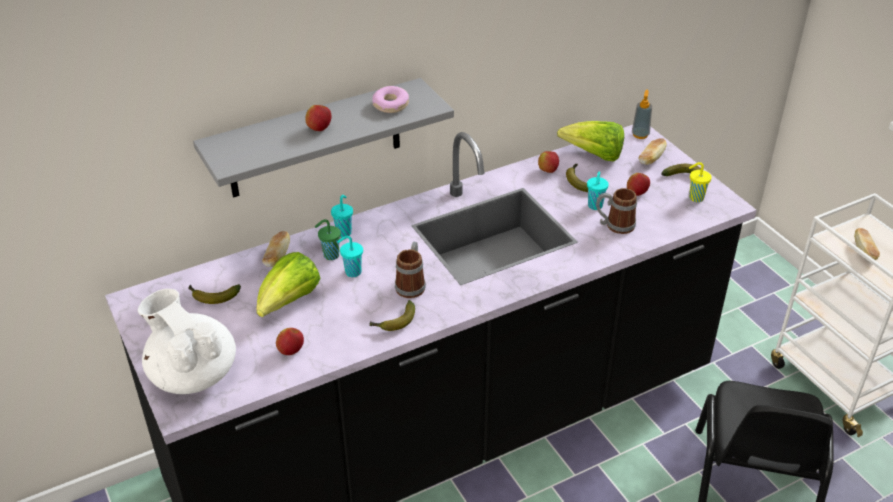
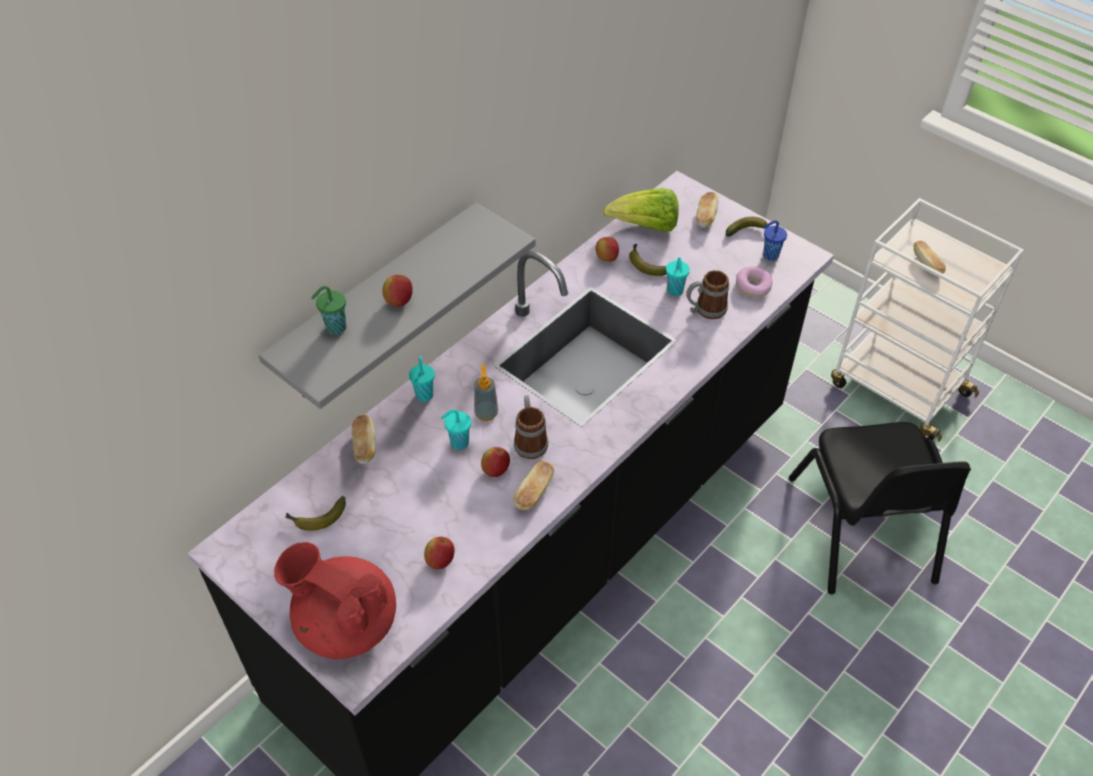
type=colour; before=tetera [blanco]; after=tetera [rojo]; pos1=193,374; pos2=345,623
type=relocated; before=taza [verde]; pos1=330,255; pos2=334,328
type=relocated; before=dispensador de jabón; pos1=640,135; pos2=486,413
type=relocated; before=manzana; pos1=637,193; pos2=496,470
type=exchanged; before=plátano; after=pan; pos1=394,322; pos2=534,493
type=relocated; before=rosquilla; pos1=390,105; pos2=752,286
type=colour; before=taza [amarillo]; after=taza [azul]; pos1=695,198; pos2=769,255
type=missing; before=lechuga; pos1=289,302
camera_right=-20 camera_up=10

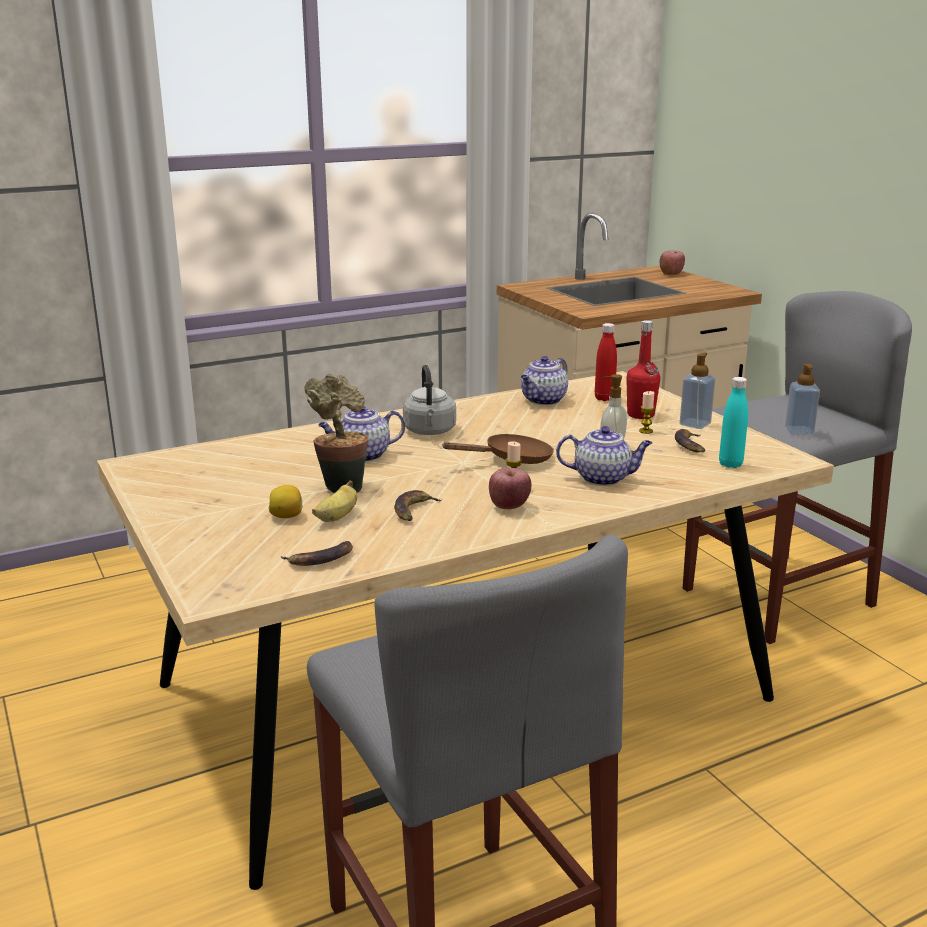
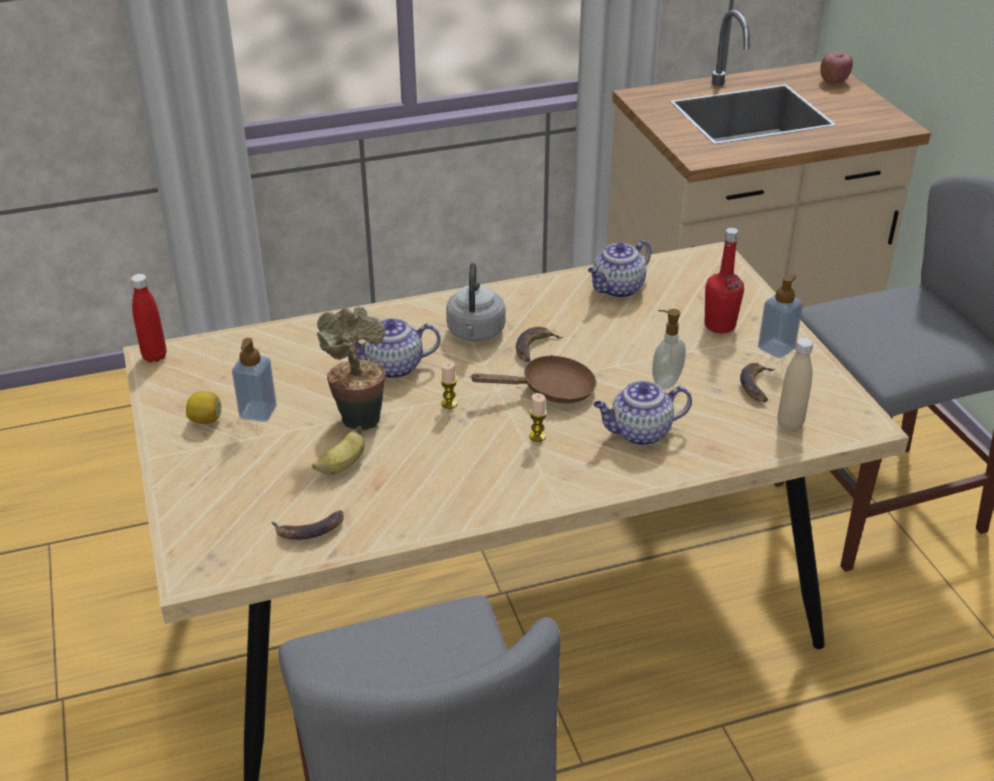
type=relocated; before=botella [rojo]; pos1=604,398; pos2=154,356
type=relocated; before=limón; pos1=287,516; pos2=206,420
type=relocated; before=dispensador de jabón; pos1=799,431; pos2=258,412
type=relocated; before=vela; pos1=646,431; pos2=449,403
type=relocated; before=plátano; pos1=414,510; pos2=534,348
type=spun; before=tetera; pos1=603,478; pos2=639,433; turn=150
type=colour; before=botella [turquesa]; after=botella [beis]; pos1=730,464; pos2=790,424
type=missing; before=manzana; pos1=509,506
camera_right=10 camera_up=15

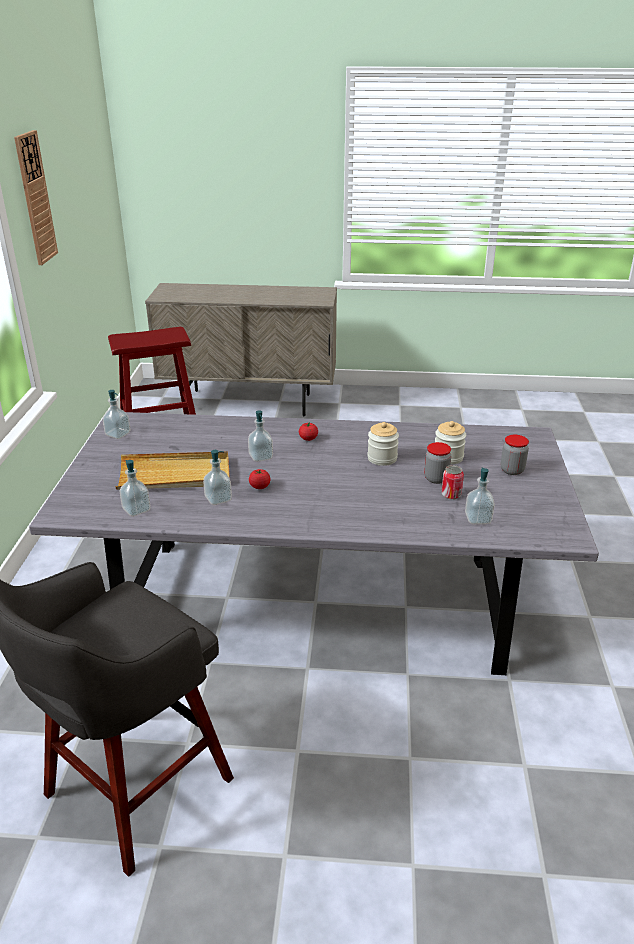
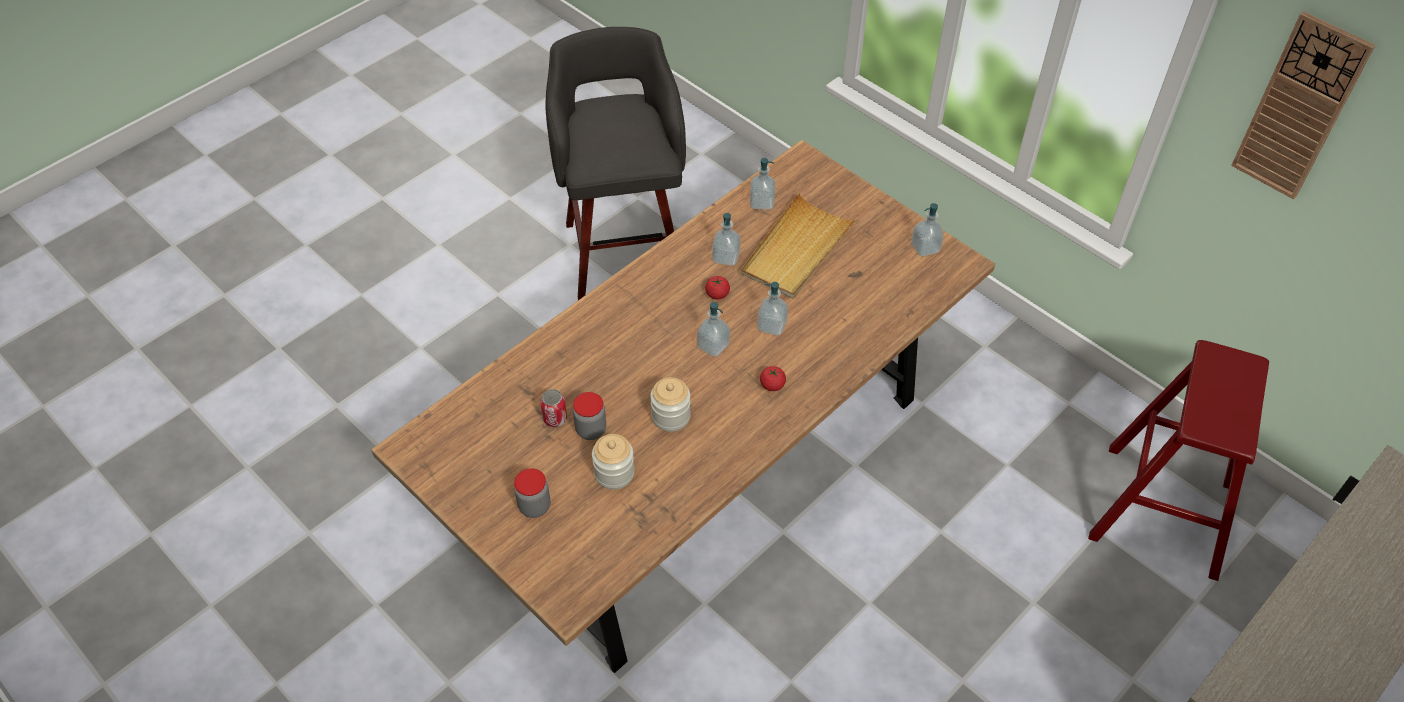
type=colour; before=mesa de comedor [gris]; after=mesa de comedor [marrón]; pos1=316,603; pos2=701,465
type=relocated; before=dispensador de jabón; pos1=478,519; pos2=713,346
camera_right=130 camera_up=20

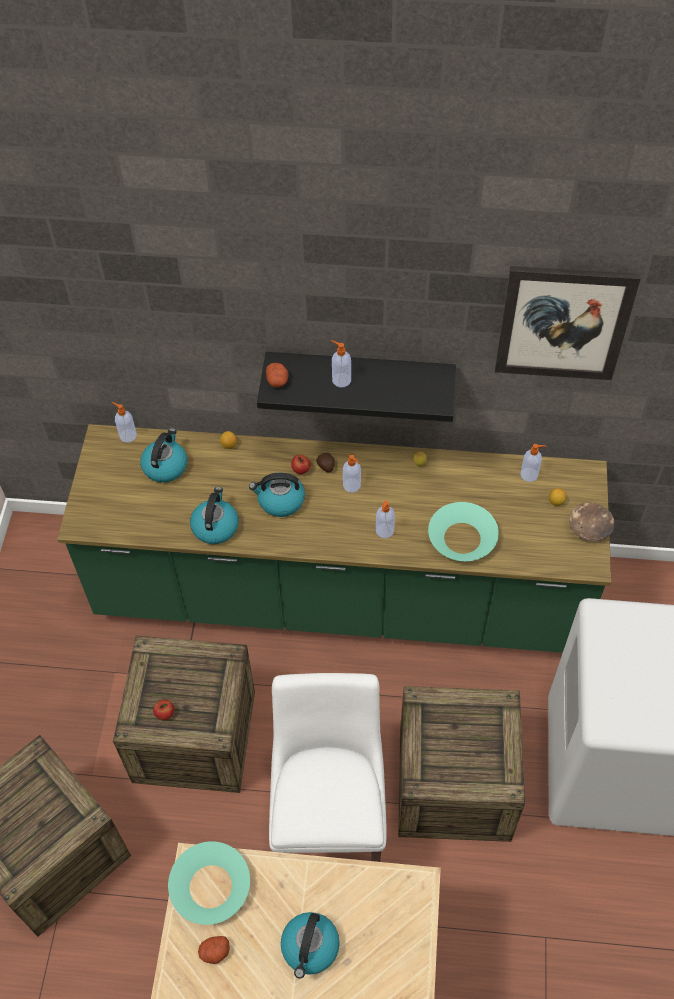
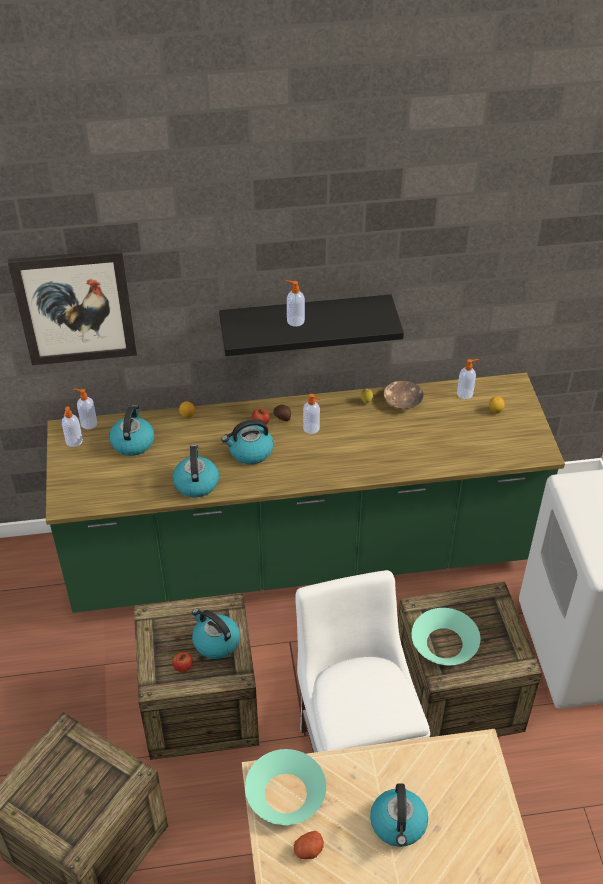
type=relocated; before=cuadro; pos1=563,323; pos2=75,307
type=relocated; before=dispensador de jabón; pos1=384,531; pos2=74,441
type=appeared; after=hervidor; pos2=215,642
type=relocated; before=cuenco [marrón]; pos1=590,526; pos2=402,401
type=relocated; before=cuenco [turquesa]; pos1=462,537; pos2=444,642
type=missing; before=patata; pos1=277,381
camera_right=-15 camera_up=-10

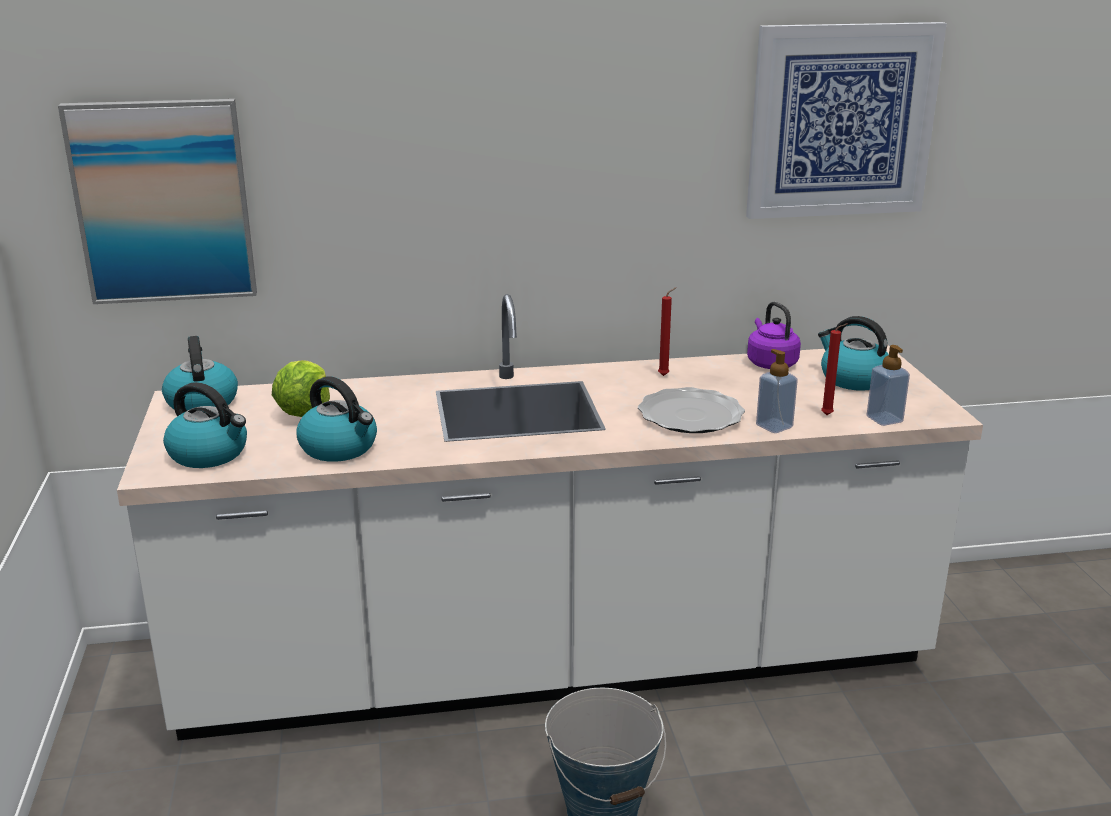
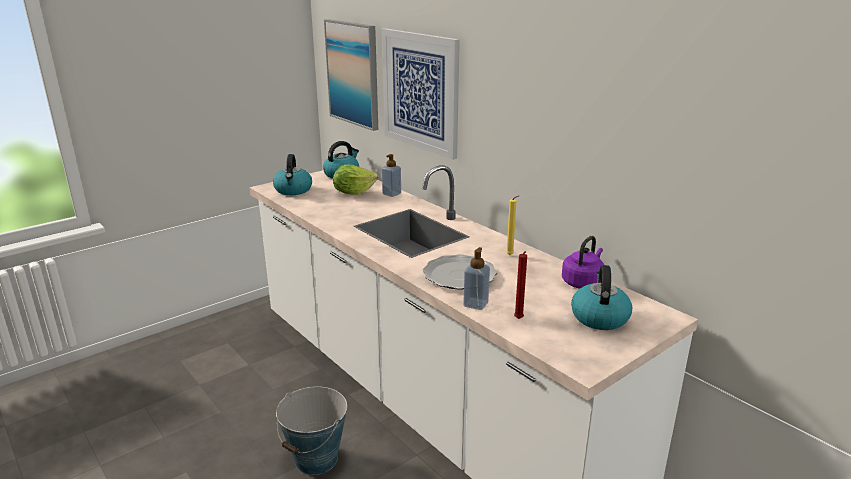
type=relocated; before=cuadro; pos1=842,121; pos2=420,91
type=relocated; before=dispensador de jabón; pos1=884,419; pos2=391,194
type=colour; before=vela [rojo]; after=vela [amarillo]; pos1=665,375; pos2=510,255
type=missing; before=hervidor; pos1=340,448
camera_right=60 camera_up=0

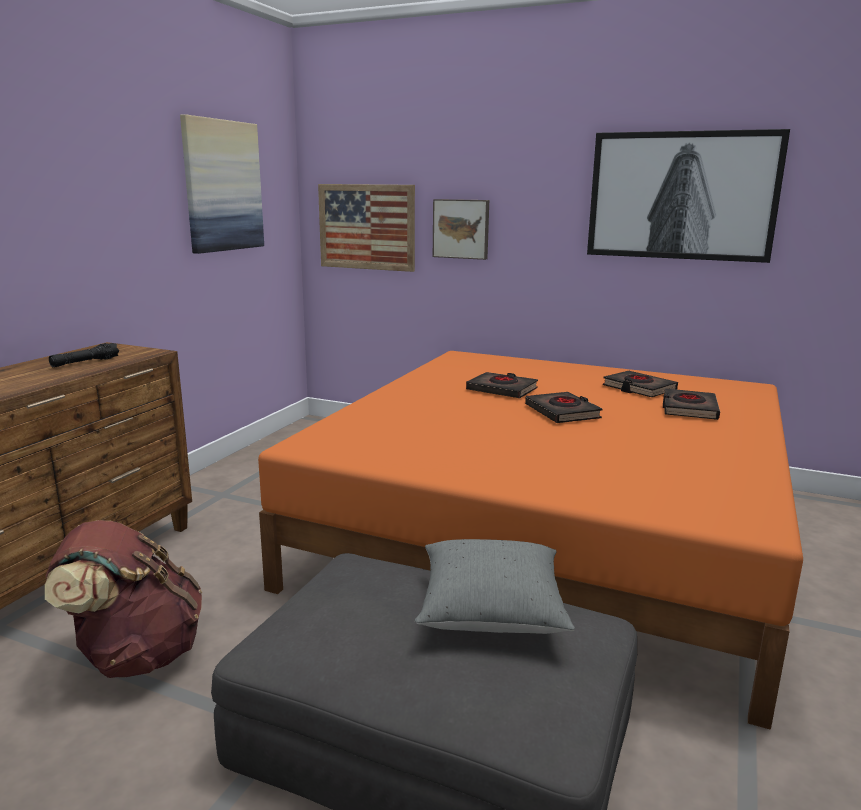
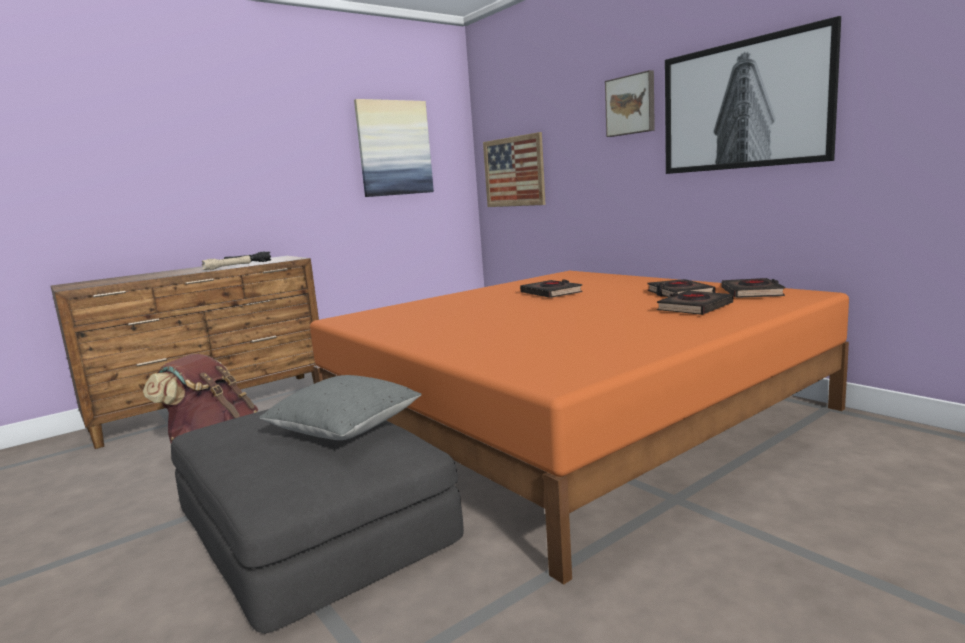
type=appeared; after=linterna [beis]; pos2=227,267
type=relocated; before=cuadro; pos1=461,229; pos2=631,105
type=relocated; before=libro [negro]; pos1=562,412; pos2=752,293
camera_right=30 camera_up=-5

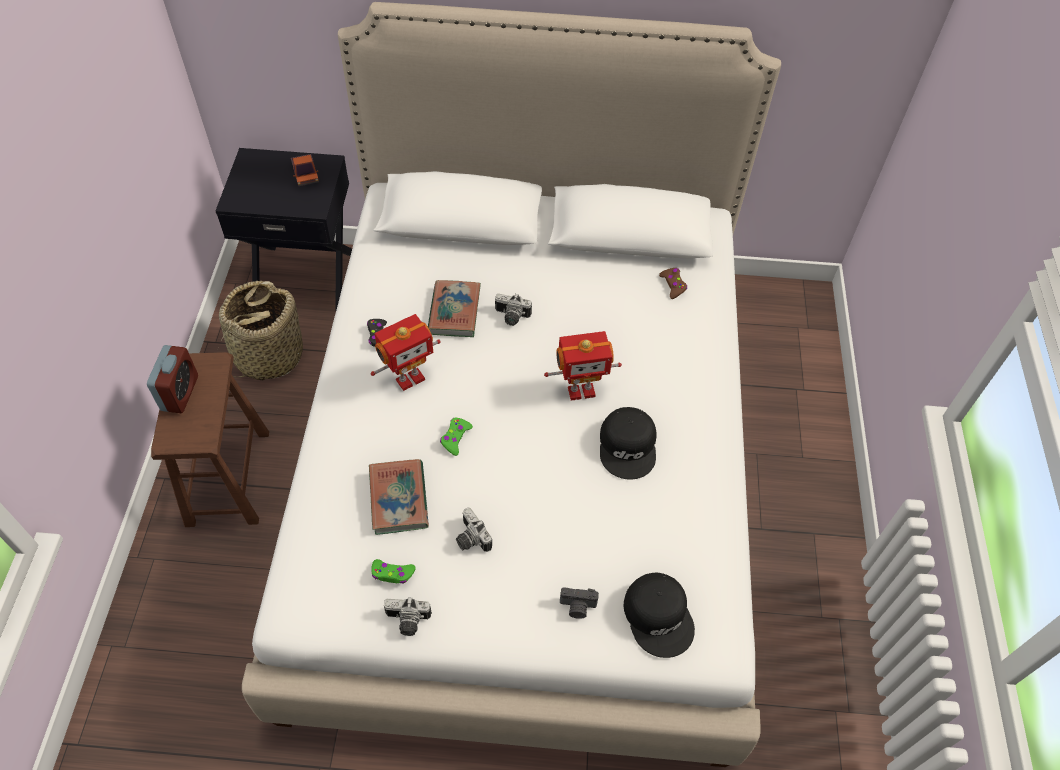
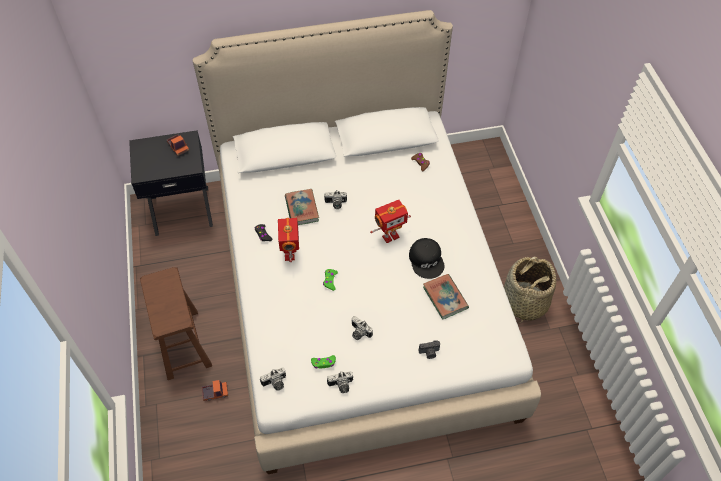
type=appeared; after=camión de juguete; pos2=215,393
type=appeared; after=cámara; pos2=275,384
type=spun; before=robot de juguete; pos1=409,378; pos2=290,254; turn=135
type=relocated; before=libro; pos1=399,499; pos2=445,298
type=relocated; before=cesta; pos1=268,355; pos2=524,302
type=missing; before=despertador; pos1=180,393
type=missing; before=gorra [negro]; pos1=659,616
camera_right=-15 camera_up=0

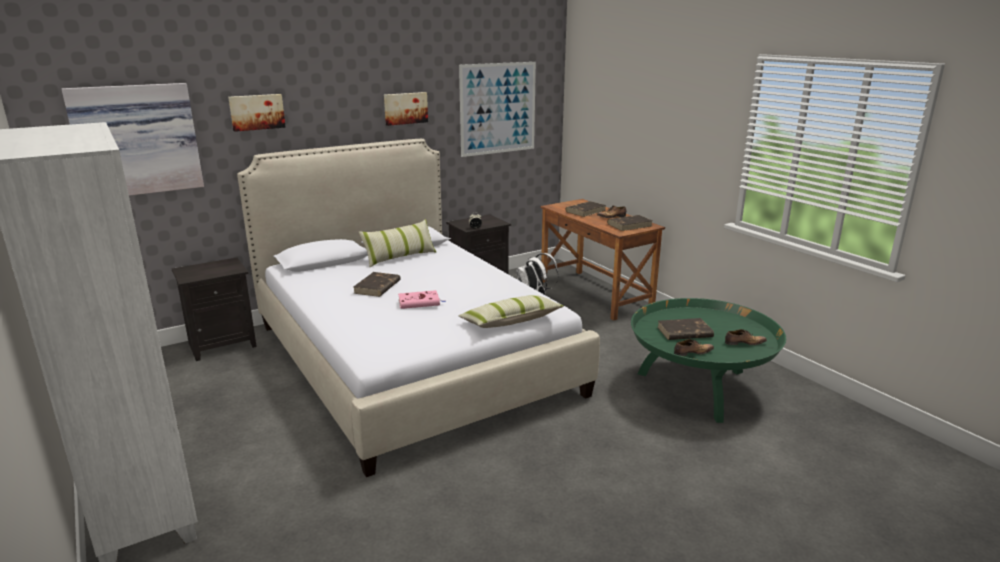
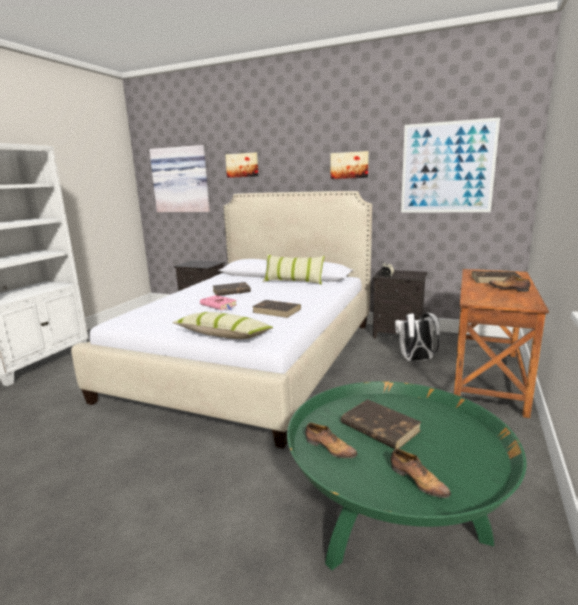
type=relocated; before=libro [marrón]; pos1=630,225; pos2=277,311
camera_right=55 camera_up=-5

